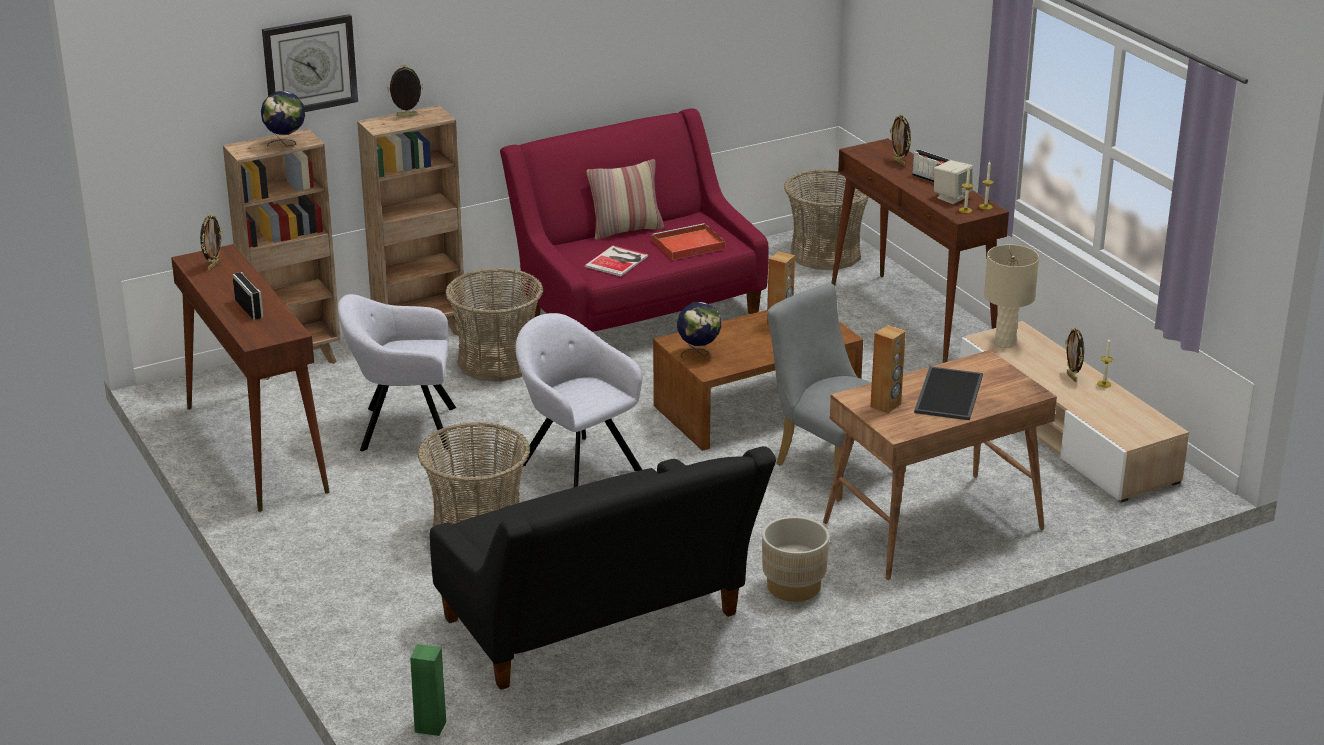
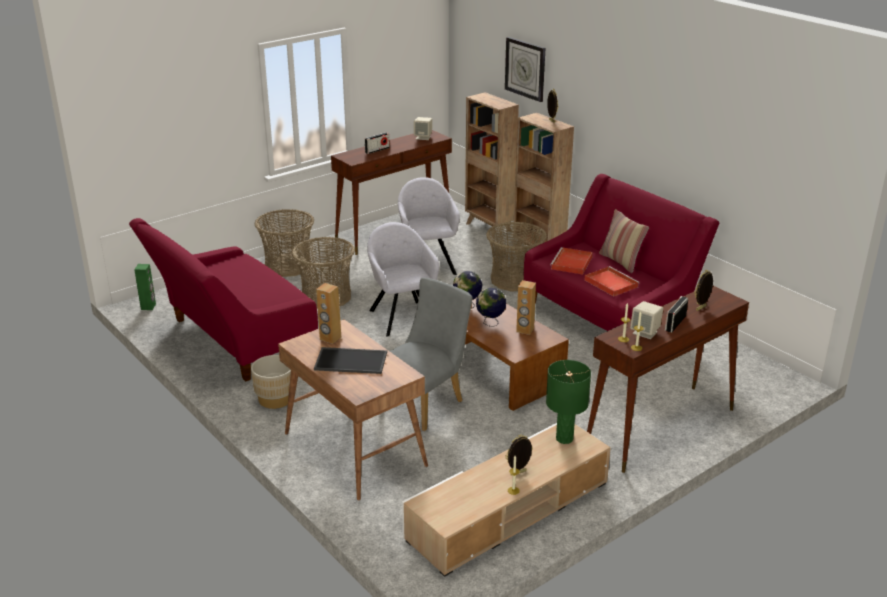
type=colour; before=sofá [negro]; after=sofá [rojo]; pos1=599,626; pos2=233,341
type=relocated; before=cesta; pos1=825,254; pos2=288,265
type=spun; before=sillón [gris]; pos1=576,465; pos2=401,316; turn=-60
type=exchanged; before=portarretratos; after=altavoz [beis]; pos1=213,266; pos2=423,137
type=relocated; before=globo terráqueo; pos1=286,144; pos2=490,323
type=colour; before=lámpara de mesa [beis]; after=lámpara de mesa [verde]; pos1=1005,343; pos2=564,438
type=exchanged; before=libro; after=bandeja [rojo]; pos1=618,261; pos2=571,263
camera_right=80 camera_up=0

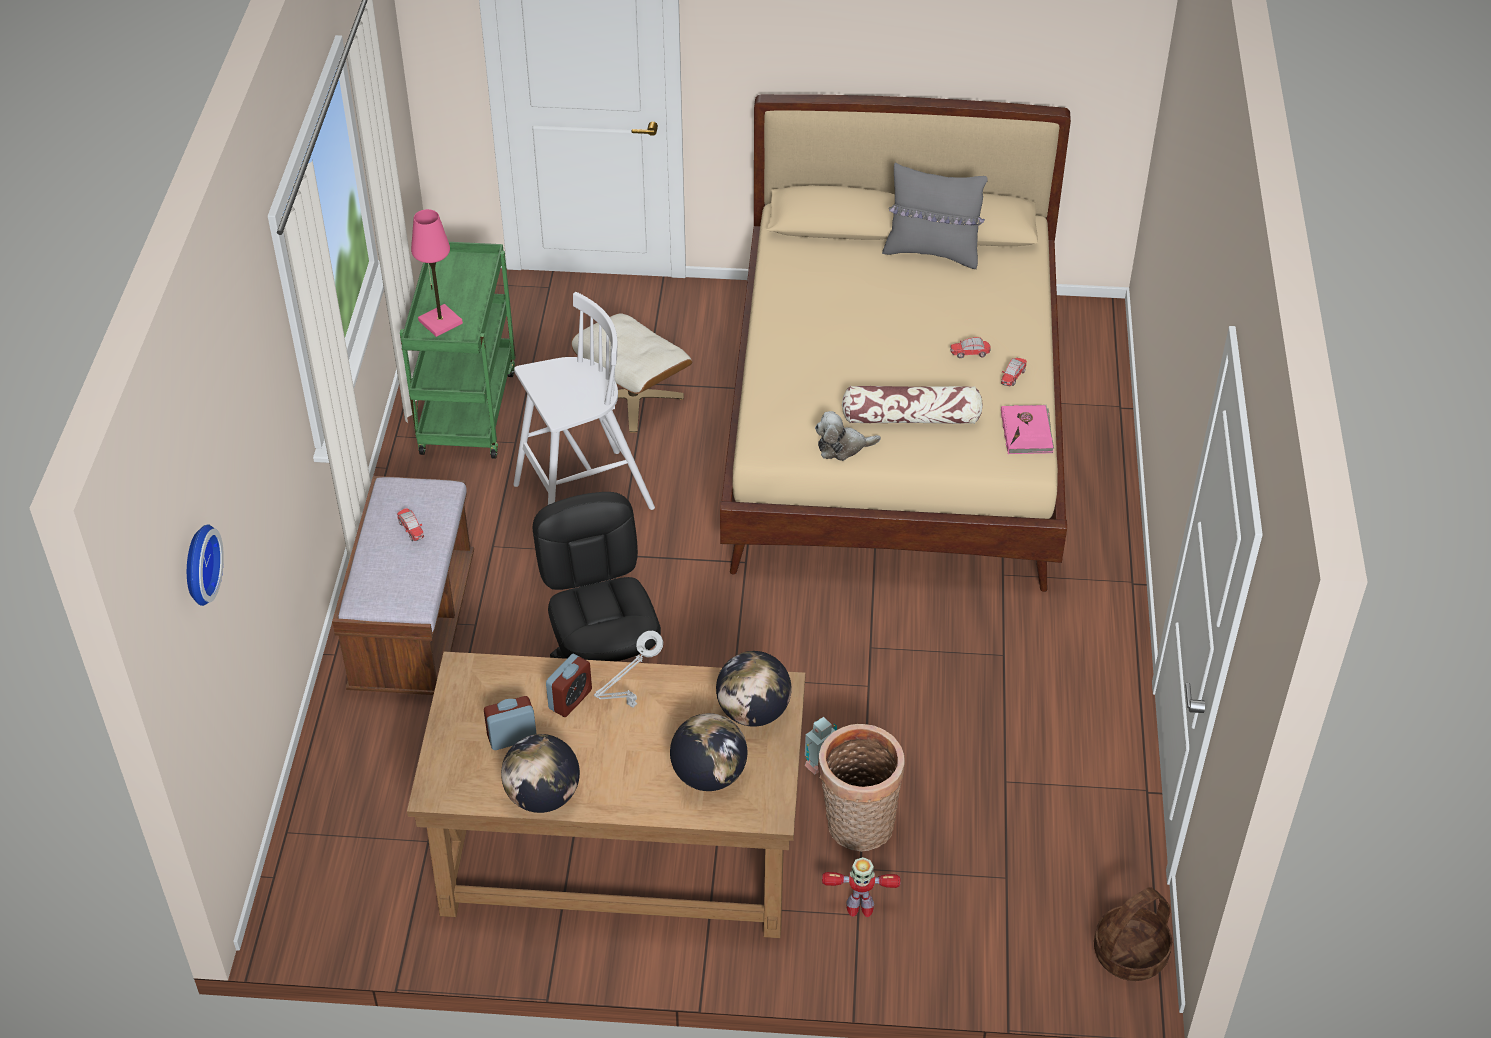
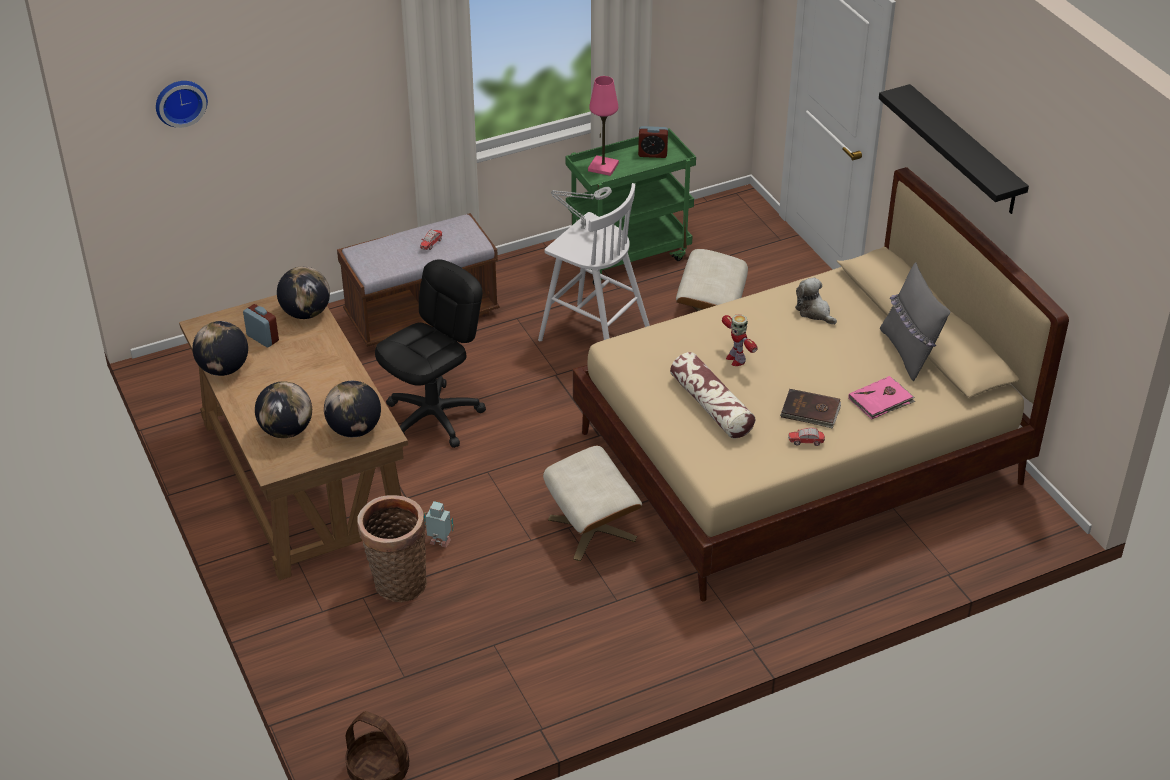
type=appeared; after=globo terráqueo; pos2=306,313
type=appeared; after=puf [beis]; pos2=592,528
type=relocated; before=lámpara de mesa [gris]; pos1=630,706; pos2=581,227
type=relocated; before=despertador; pos1=570,699; pos2=652,154
type=relocated; before=robot de juguete; pos1=859,906; pos2=736,359
type=exchanged; before=coche de juguete; after=libro [marrón]; pos1=970,354; pos2=810,411
type=relocated; before=peluche; pos1=842,447; pos2=814,312
type=relocated; before=libro [rosa]; pos1=1027,431; pos2=881,400
type=appeared; after=estante [negro]; pos2=964,150
camera_right=60 camera_up=-5

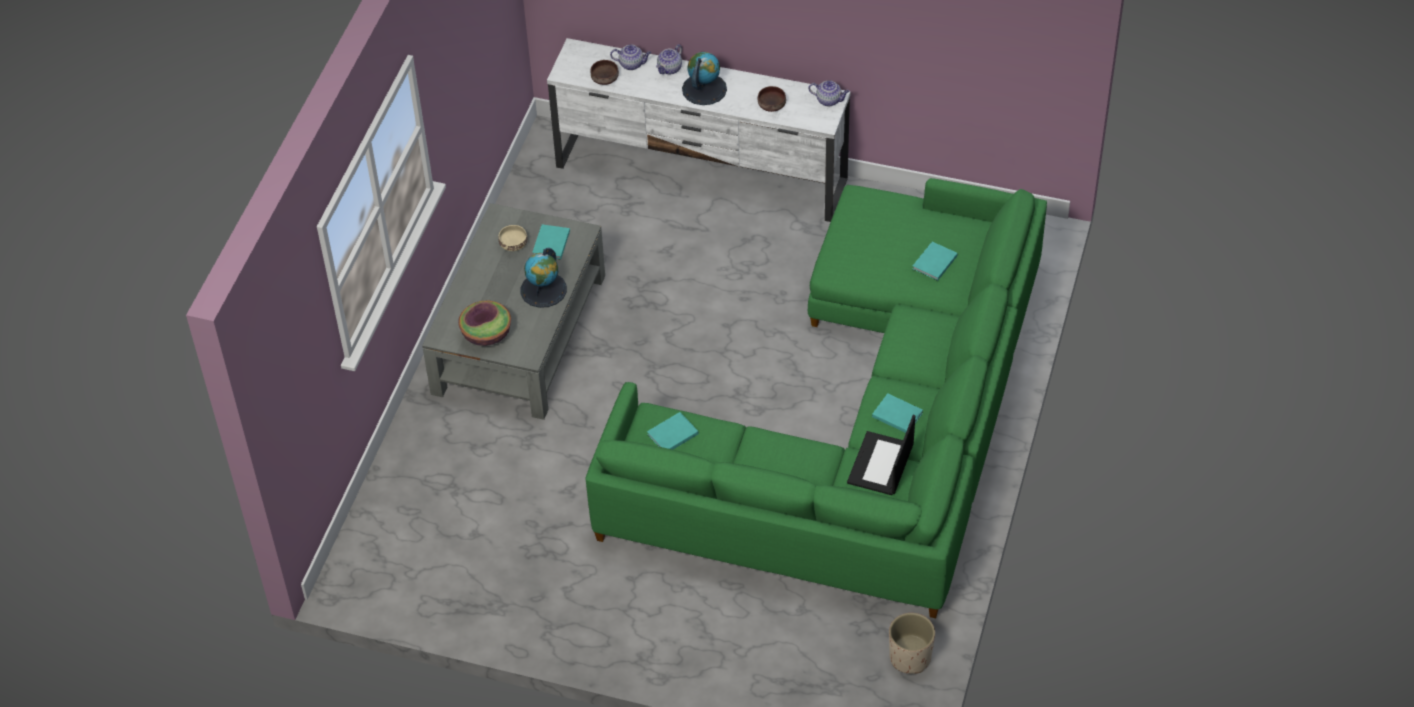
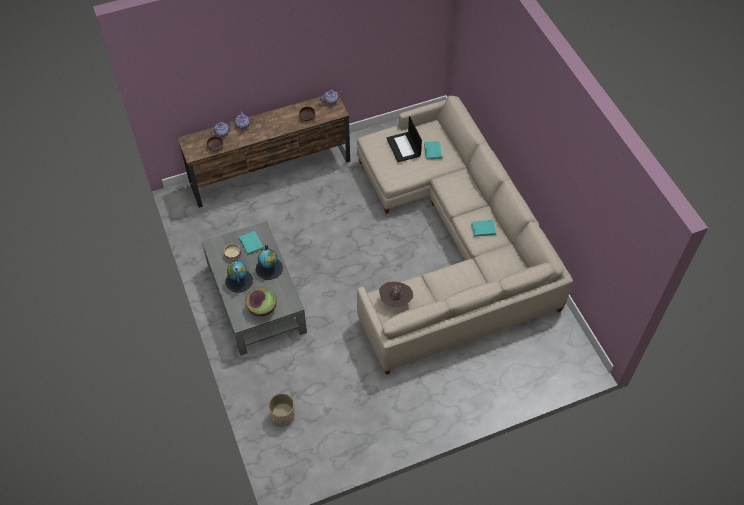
type=colour; before=mueble de televisión [blanco]; after=mueble de televisión [marrón]; pos1=702,173; pos2=271,172
type=relocated; before=globo terráqueo; pos1=704,89; pos2=239,281
type=relocated; before=maceta [beis]; pos1=910,657; pos2=283,416
type=colour; before=sofá [verde]; after=sofá [beis]; pos1=864,427; pos2=451,245
type=exchanged; before=libro [turquesa]; after=sombrero [marrón]; pos1=671,434; pos2=395,300
type=relocated; before=portátil; pos1=881,465; pos2=404,147
camera_right=-40 camera_up=5

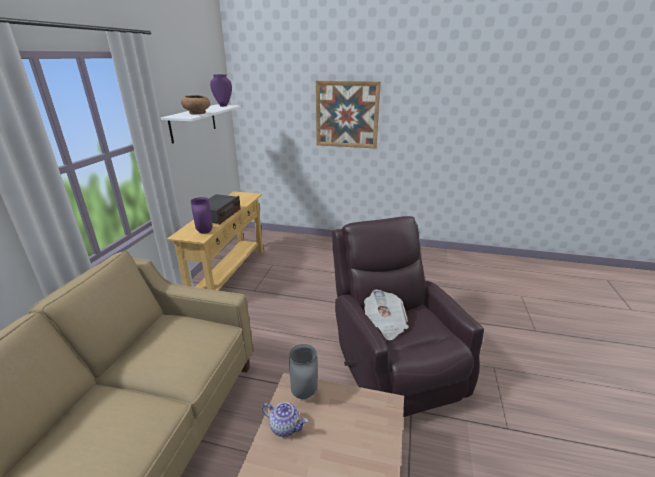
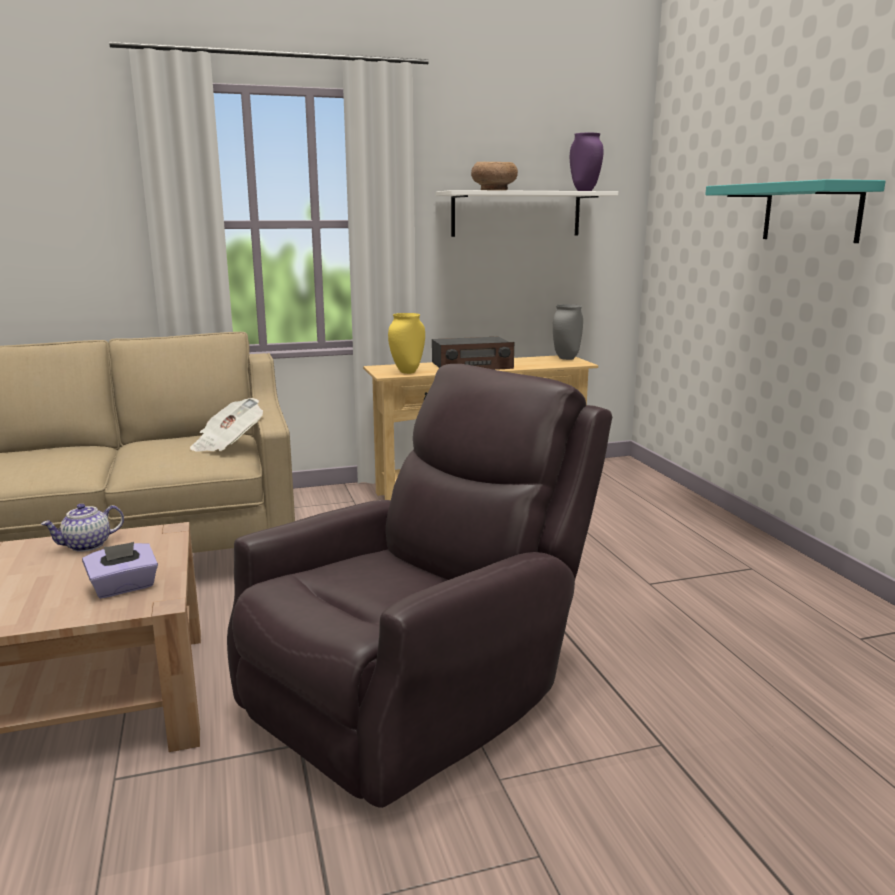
type=spun; before=tetera; pos1=285,426; pos2=87,545; turn=60
type=appeared; after=caja de pañuelos [morado]; pos2=124,587
type=relocated; before=periódico; pos1=385,324; pos2=227,444
type=colour; before=florero [morado]; after=florero [amarillo]; pos1=204,232; pos2=407,372
type=relocated; before=florero [gris]; pos1=303,394; pos2=565,358
type=exchanged; before=cuadro; after=estante [turquesa]; pos1=347,115; pos2=811,212
camera_right=60 camera_up=-10

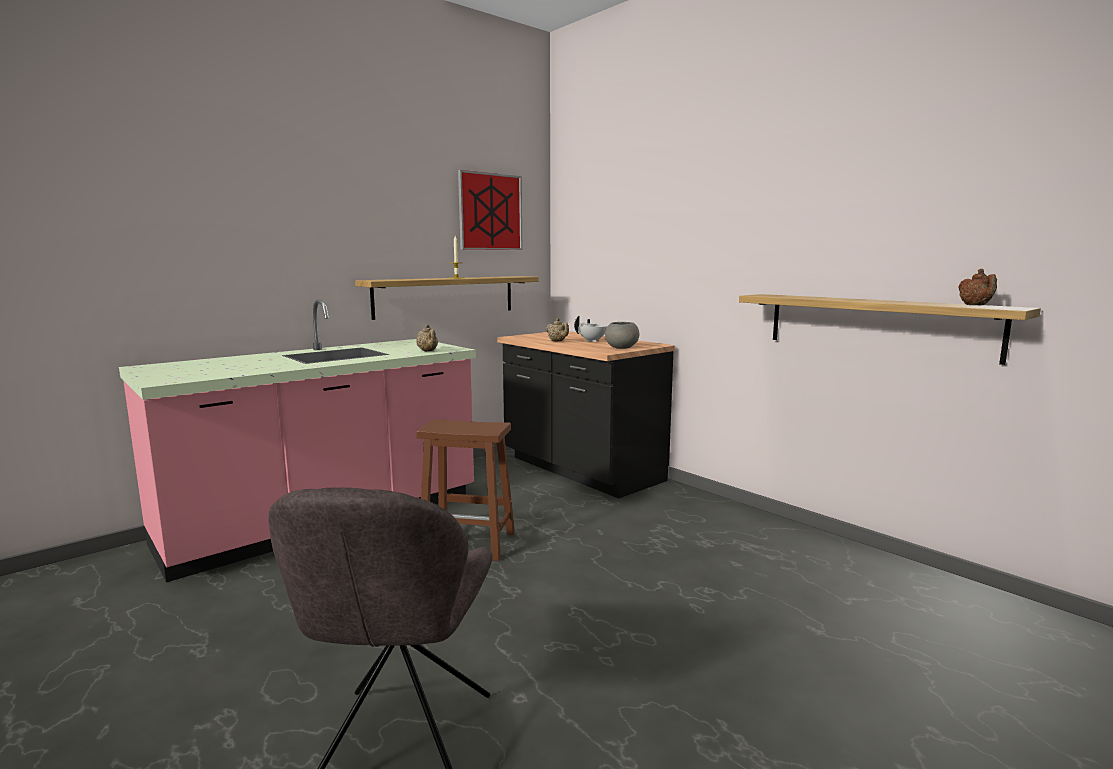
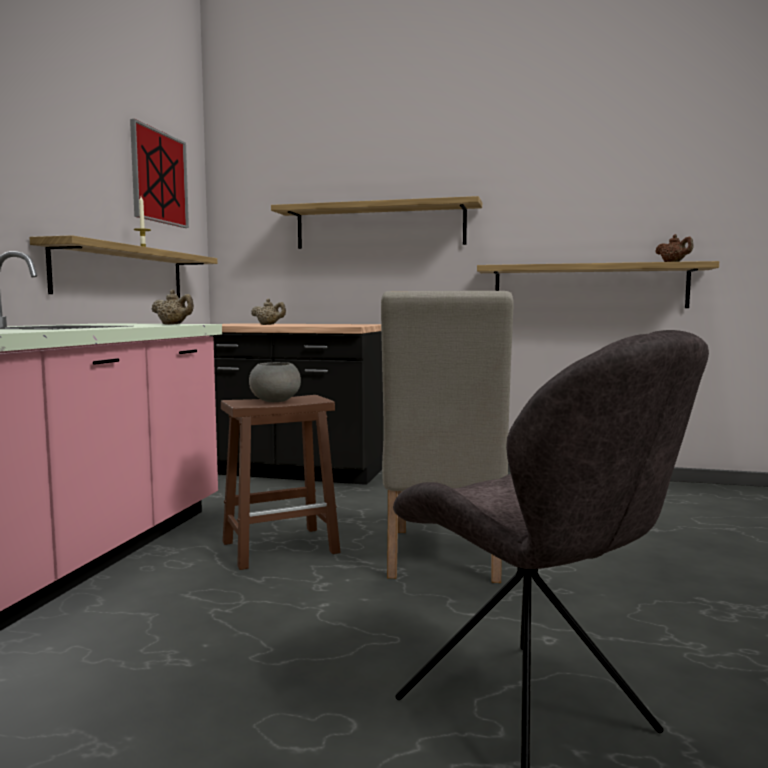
type=relocated; before=cuenco [gris]; pos1=621,347; pos2=275,401
type=appeared; after=estante; pos2=379,226
type=appeared; after=silla [beis]; pos2=442,559
type=missing; before=tetera [blanco]; pos1=592,341
camera_right=-35 camera_up=-5

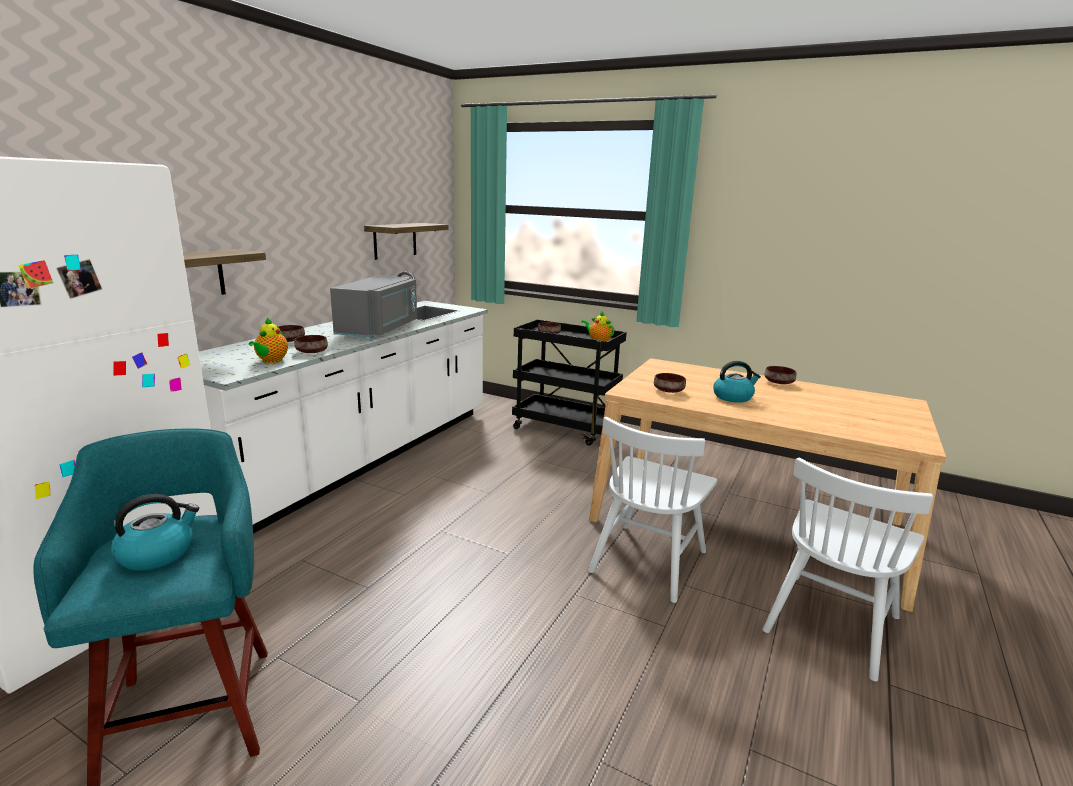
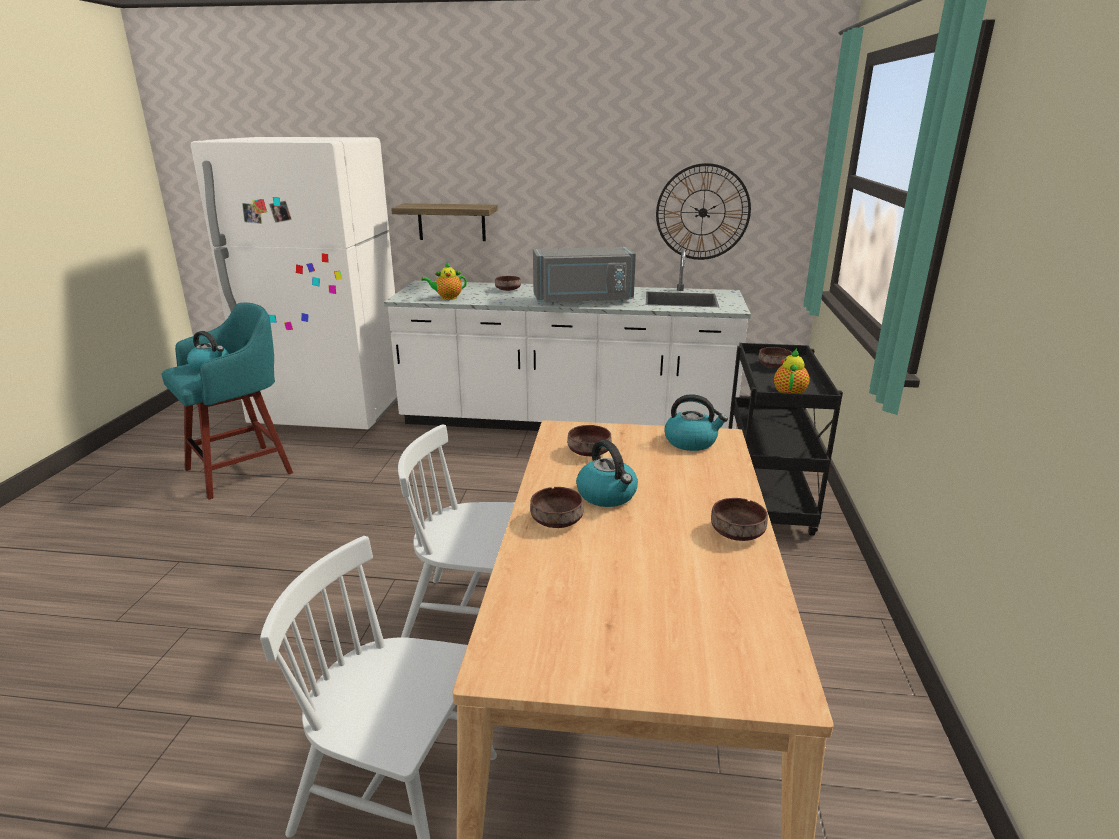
type=relocated; before=cuenco [marrón]; pos1=312,352; pos2=556,521
type=exchanged; before=estante; after=reloj de pared; pos1=395,240; pos2=702,212
type=appeared; after=hervidor; pos2=691,442
camera_right=70 camera_up=5

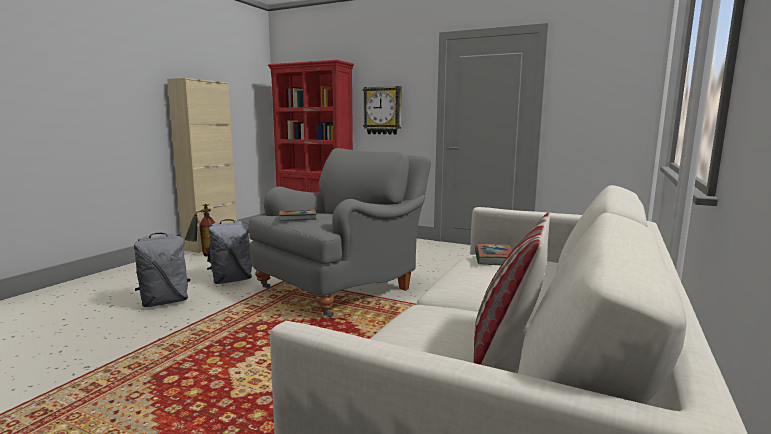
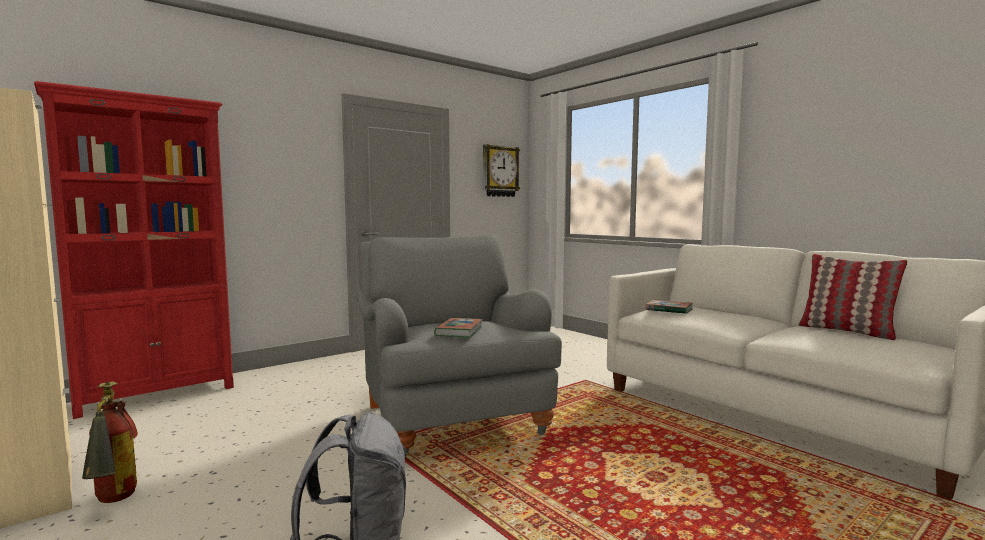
type=relocated; before=reloj de pared; pos1=383,110; pos2=500,171
type=missing; before=mochila [gris]; pos1=232,280
camera_right=-65 camera_up=-5

